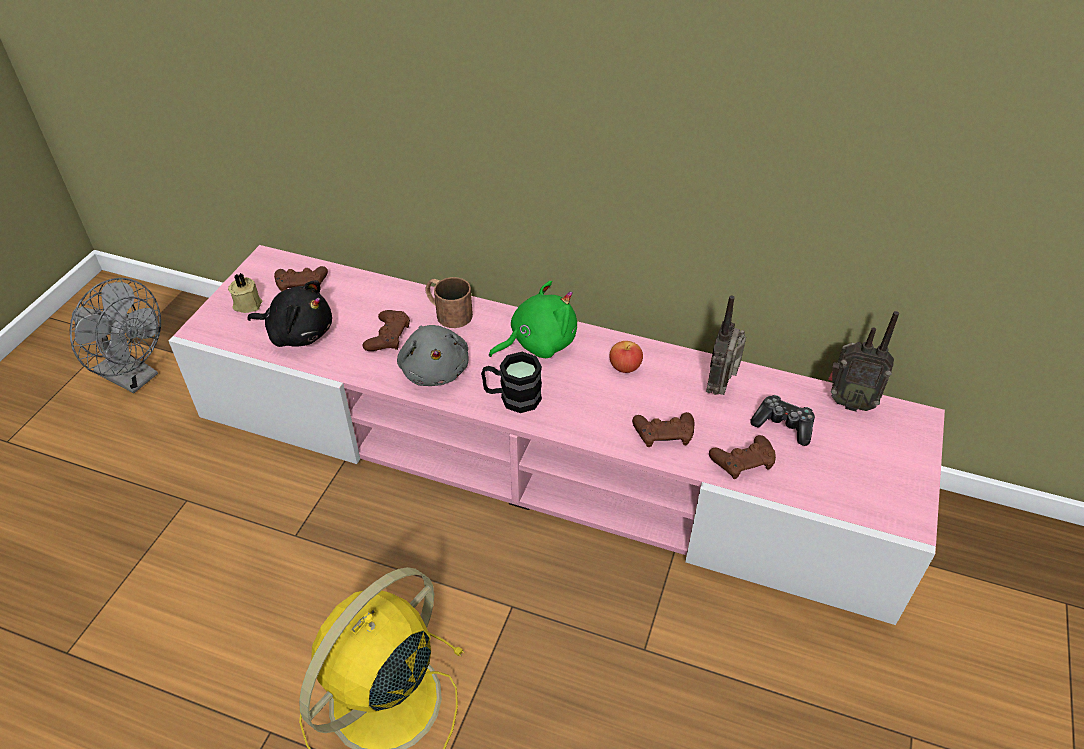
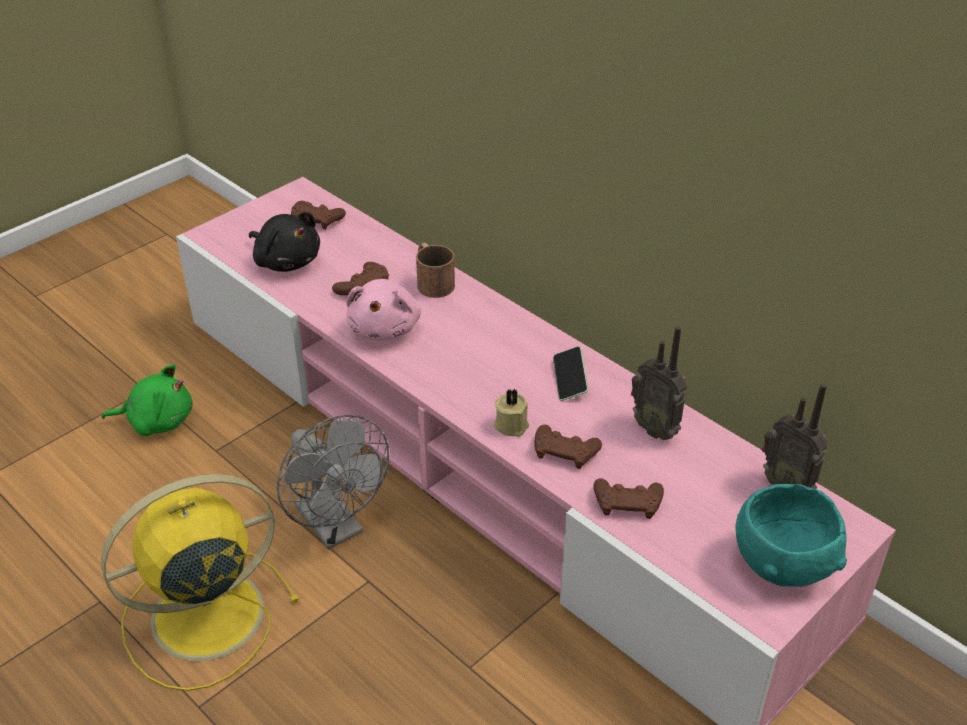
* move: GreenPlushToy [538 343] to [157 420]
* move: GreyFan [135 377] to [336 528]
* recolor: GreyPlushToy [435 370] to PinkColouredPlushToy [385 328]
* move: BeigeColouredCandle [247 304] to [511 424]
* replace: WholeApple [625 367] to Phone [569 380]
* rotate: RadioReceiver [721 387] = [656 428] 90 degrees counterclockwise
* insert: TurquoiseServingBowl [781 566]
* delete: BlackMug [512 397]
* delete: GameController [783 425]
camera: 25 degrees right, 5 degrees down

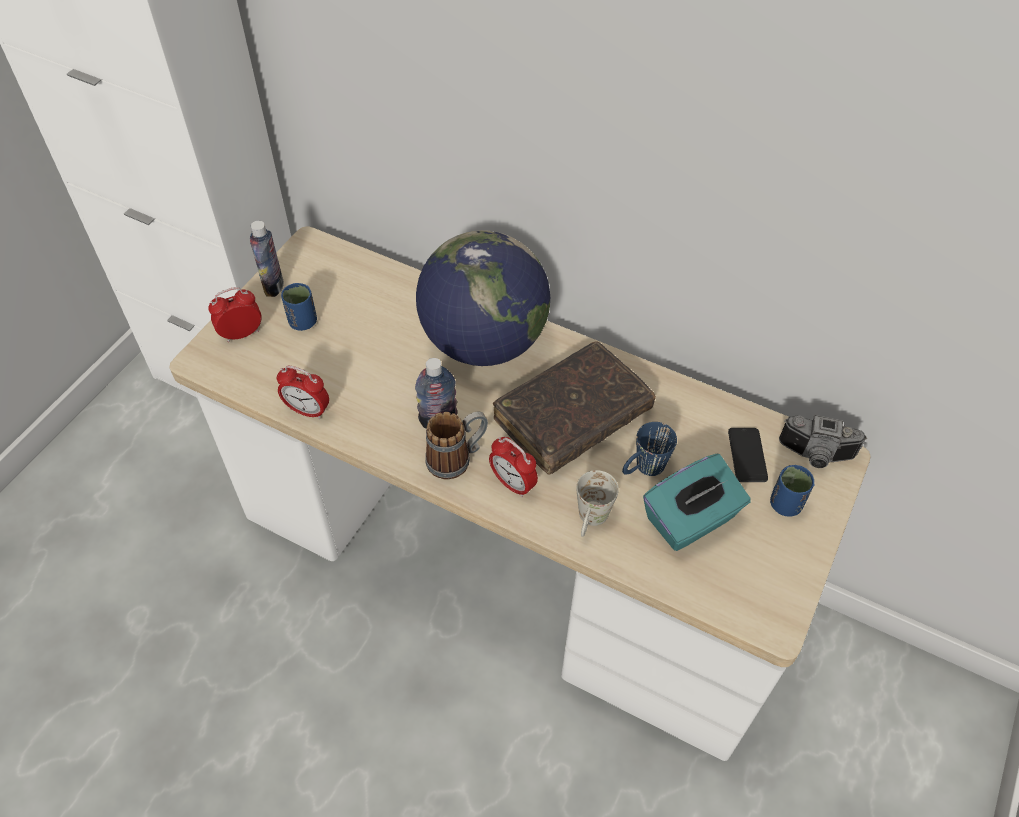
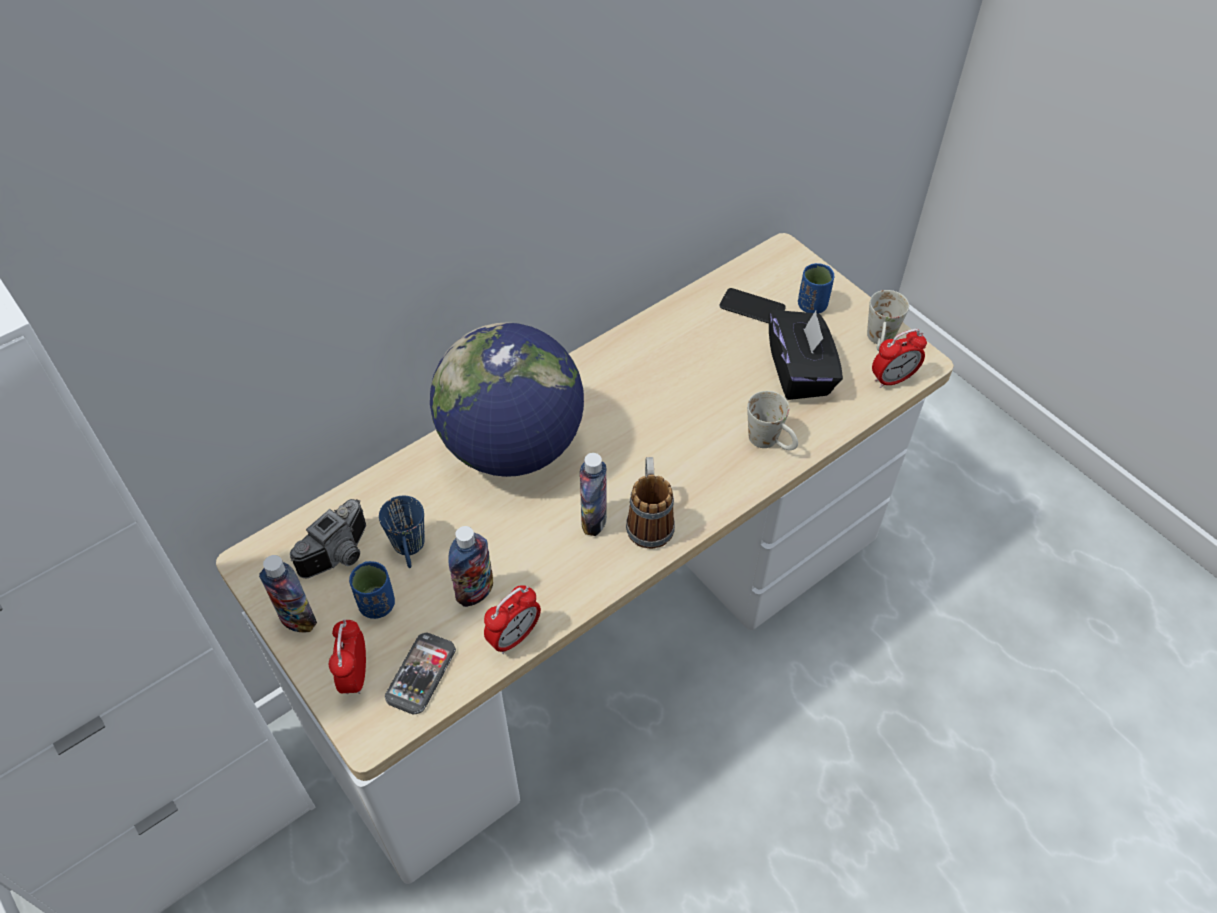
* move: PhotoCamera [815 457] to [341 556]
* move: BlueMug [643 469] to [410 551]
* insert: Phone [421 674]
* insert: BeverageBottle [475 591]
* recolor: TurquoiseTissueHolder [691 520] to BlackTissueHolder [800 372]
* insert: WhitishMug [880 342]
* move: AlarmClock [513 483] to [892 379]
* delete: BrownBoundBook [572 416]
camera: 65 degrees left, 0 degrees up

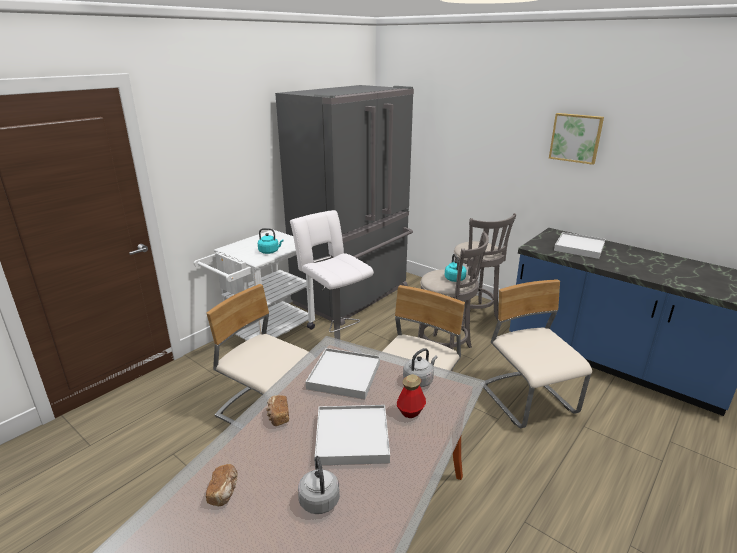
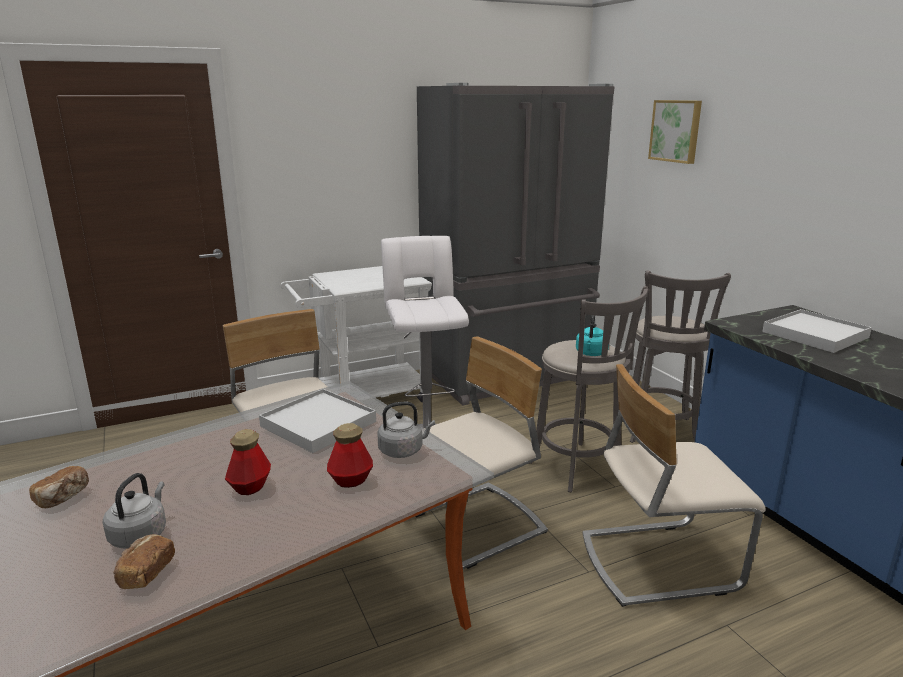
* move: Bread [278 416] to [145 573]
* replace: WhitishServingTray [352 437] to BeverageBottle [250 487]
* rotate: BeigeColouredUprightChair [528 400] = [657 561] 105 degrees counterclockwise
* move: Picture [576 138] to [676 131]
* delete: TurquoiseKettle [270 251]
camera: 25 degrees right, 5 degrees down

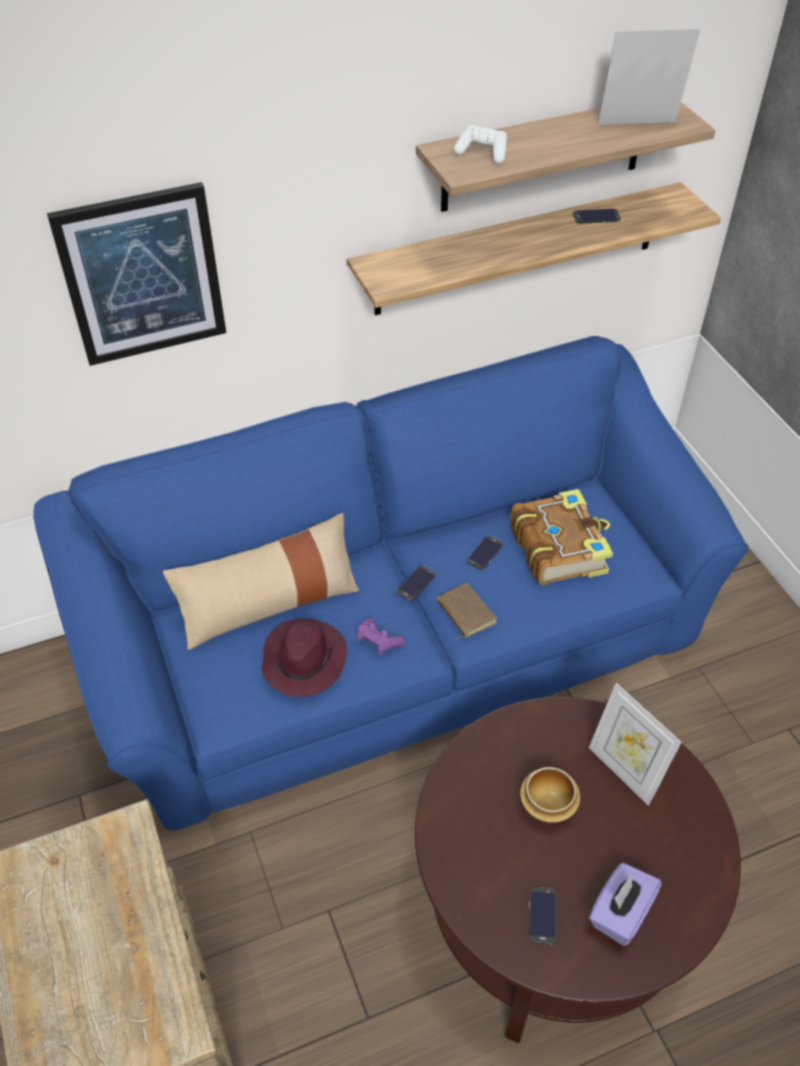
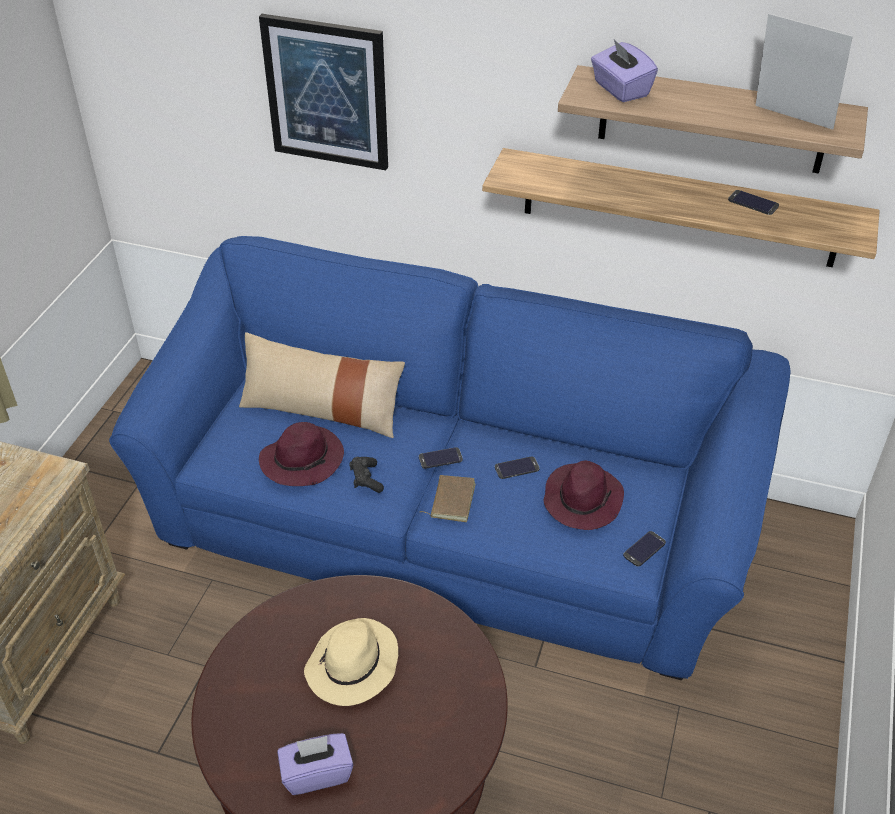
* replace: ServingBowl [549 806] to BeigeColouredWearableHat [352 667]
* recolor: PurpleColouredGameController [378 641] to BlackGameController [366 479]
* replace: BoundBook [558 547] to PurpleColouredWearableHat [582 499]
* replace: WhitishGameController [482 153] to PurpleColouredTissueHolder [620 89]
* move: Phone [542 915] to [644 549]
* delete: PhotoFrame [624 771]
camera: 40 degrees right, 5 degrees down

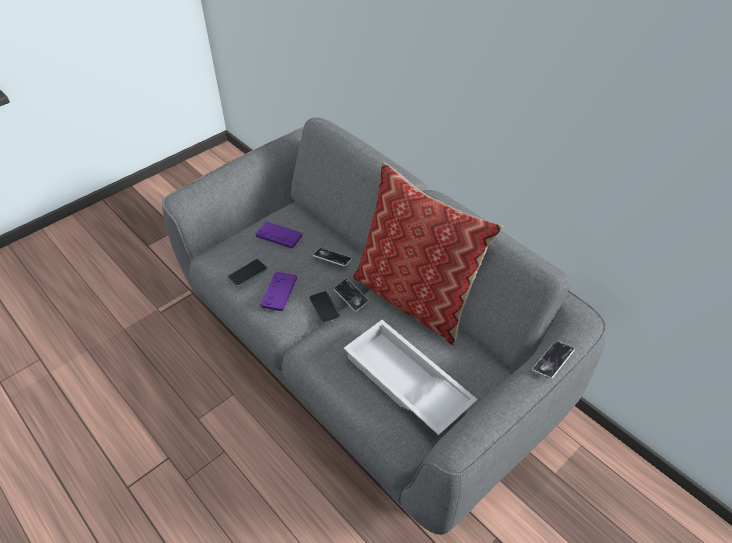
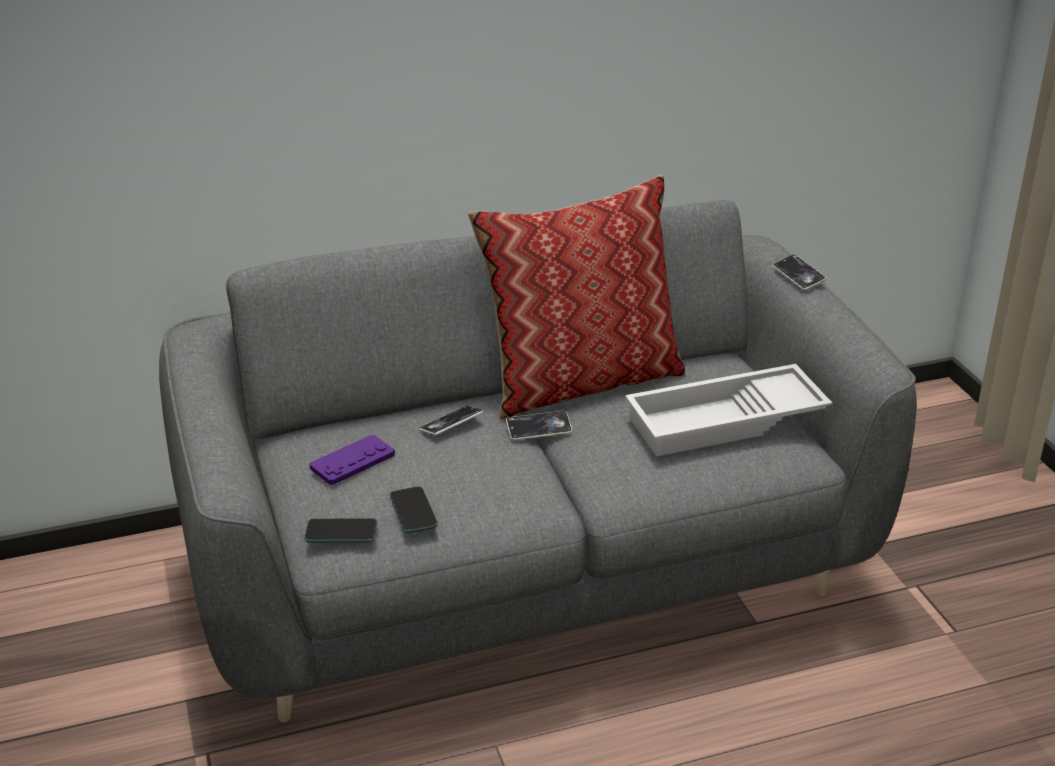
* move: Phone [324 308] to [341 532]
* delete: PurpleColouredGameController [279 292]
camera: 65 degrees left, 15 degrees down

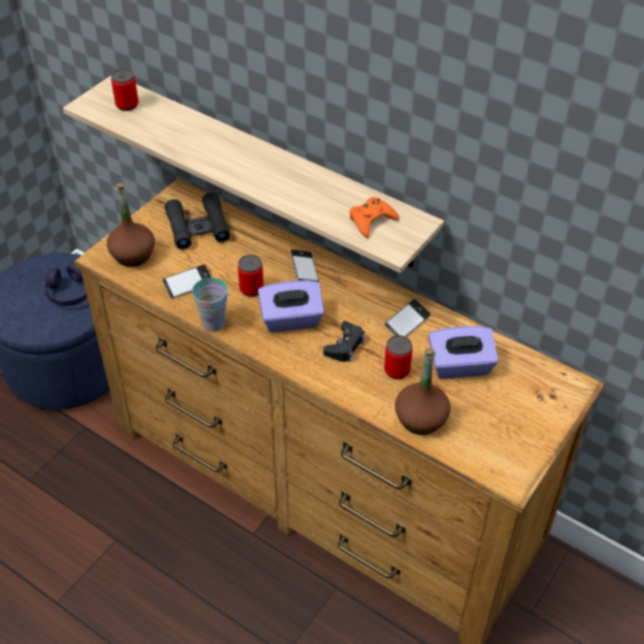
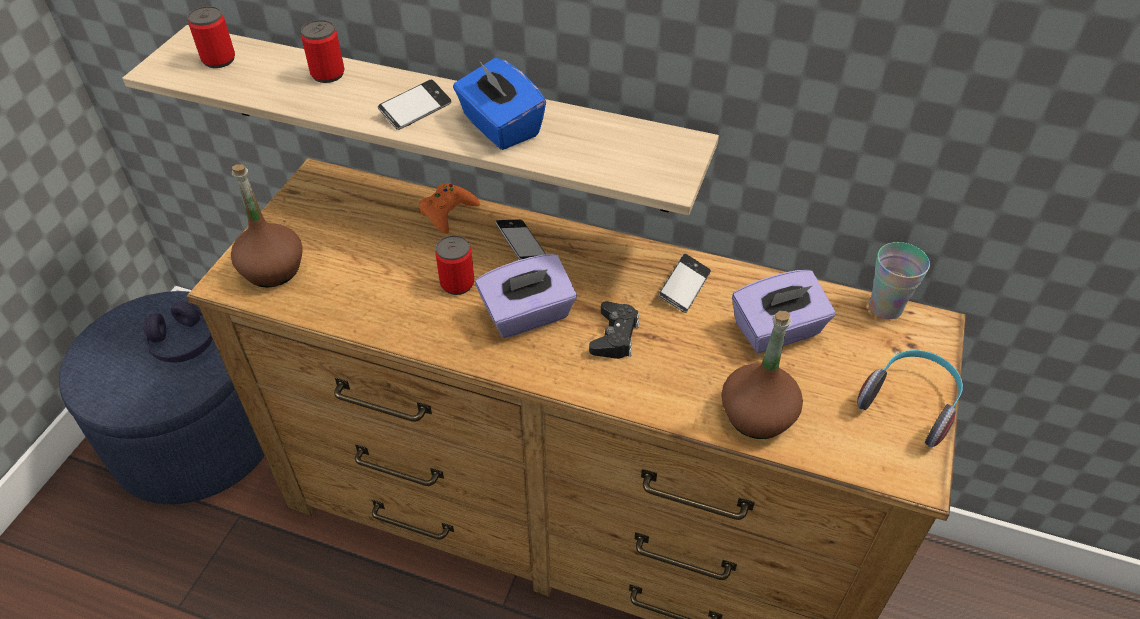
* move: MetalCan [397 370] to [328 74]
* move: Phone [188 284] to [415 110]
* move: OrangeyGameController [371 220] to [447 212]
* insert: BlueTissueHolder [500 127]
* insert: PairOfHeadphones [911 403]
* move: Cup [213 323] to [885 307]
* delete: BlackPairOfBinoculars [198 227]
camera: 15 degrees left, 0 degrees up

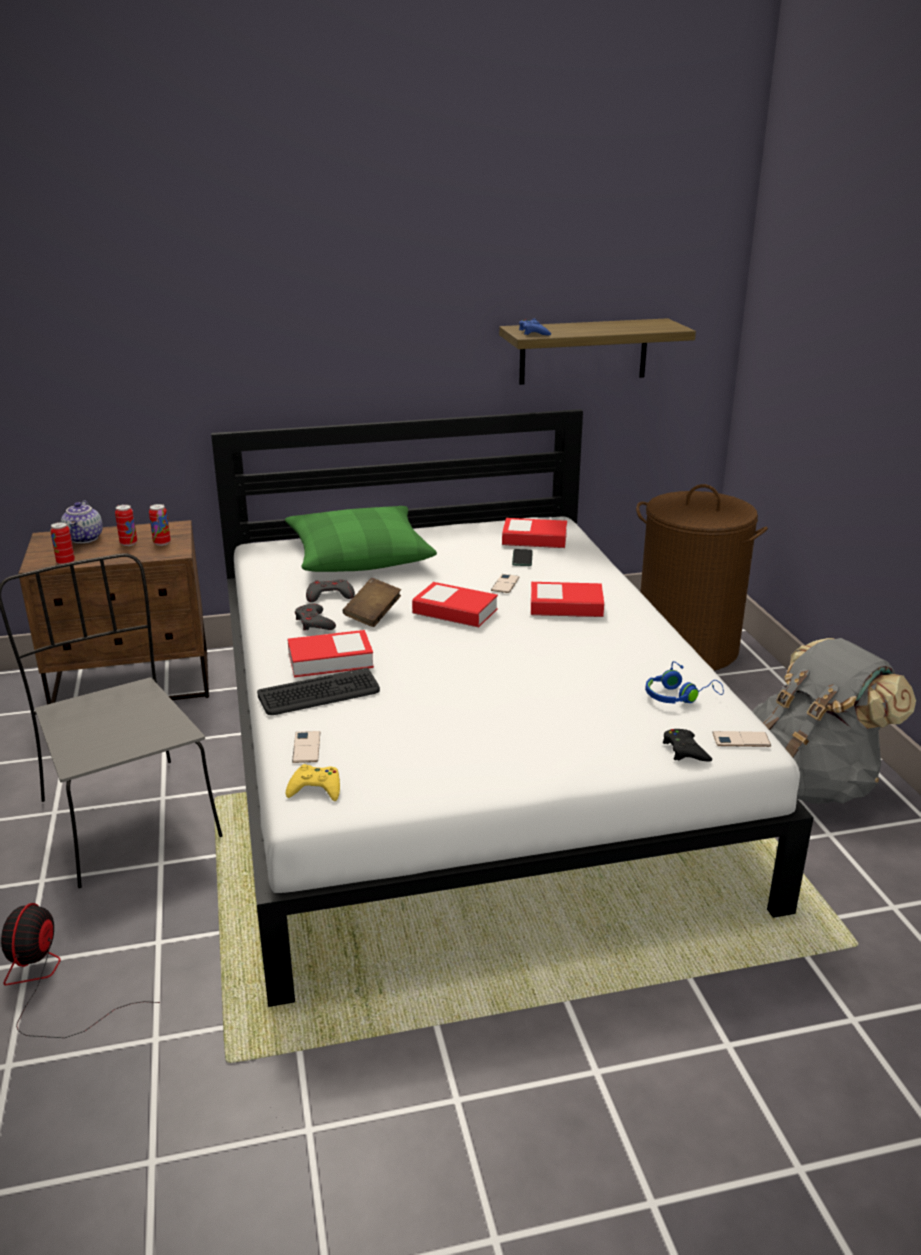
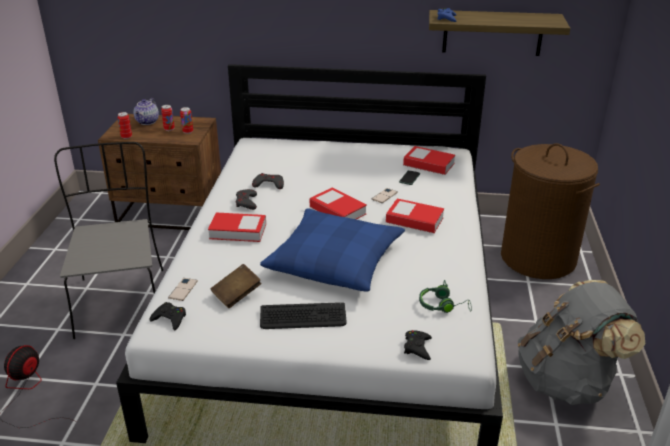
* recolor: YellowGameController [316 788] to BlackGameController [170 319]
* move: BrownBoundBook [373 615] to [236 295]
* insert: BlueCushion [335 261]
* move: Keyboard [319 694] to [303 317]
* recolor: BluePairOfHeadphones [679 696] to GreenPairOfHeadphones [443 305]
* delete: GreenCushion [359 554]
* delete: Phone [741 740]
camera: 20 degrees right, 5 degrees up

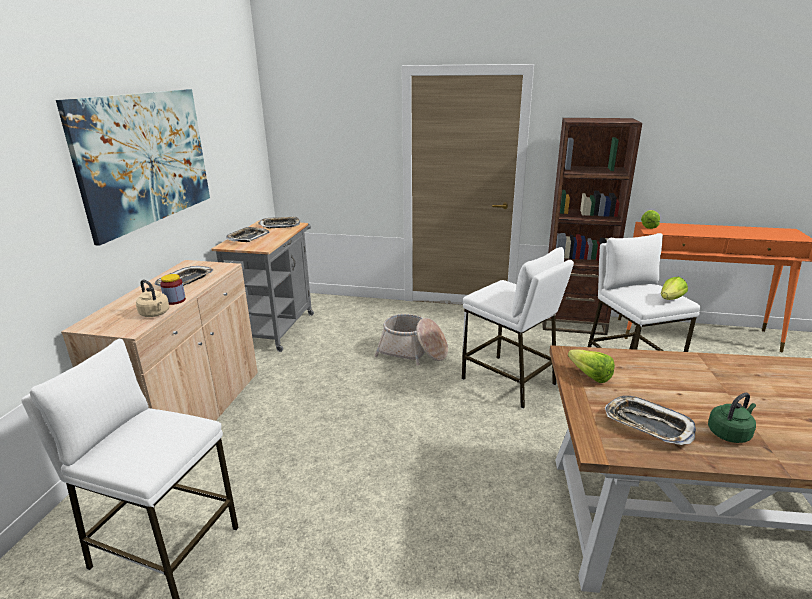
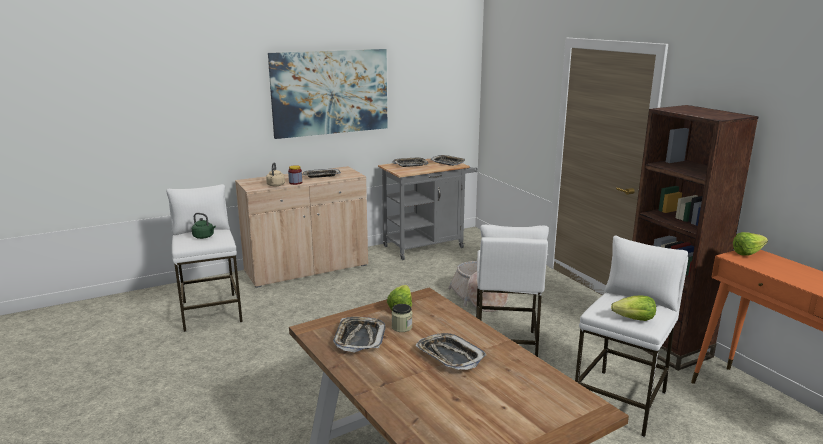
* move: GreenKettle [729 433] to [204 237]
* insert: Jar [402 327]
* insert: ServingTray [449 356]
camera: 50 degrees right, 5 degrees down

